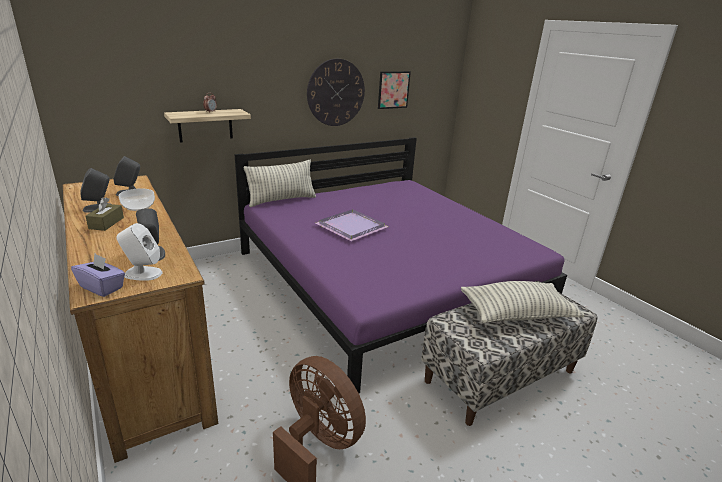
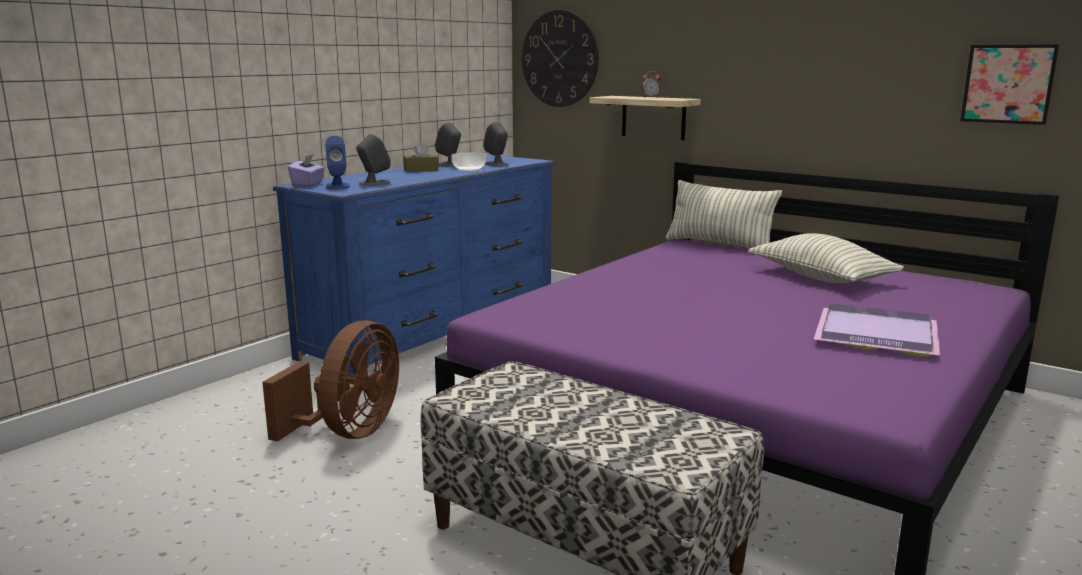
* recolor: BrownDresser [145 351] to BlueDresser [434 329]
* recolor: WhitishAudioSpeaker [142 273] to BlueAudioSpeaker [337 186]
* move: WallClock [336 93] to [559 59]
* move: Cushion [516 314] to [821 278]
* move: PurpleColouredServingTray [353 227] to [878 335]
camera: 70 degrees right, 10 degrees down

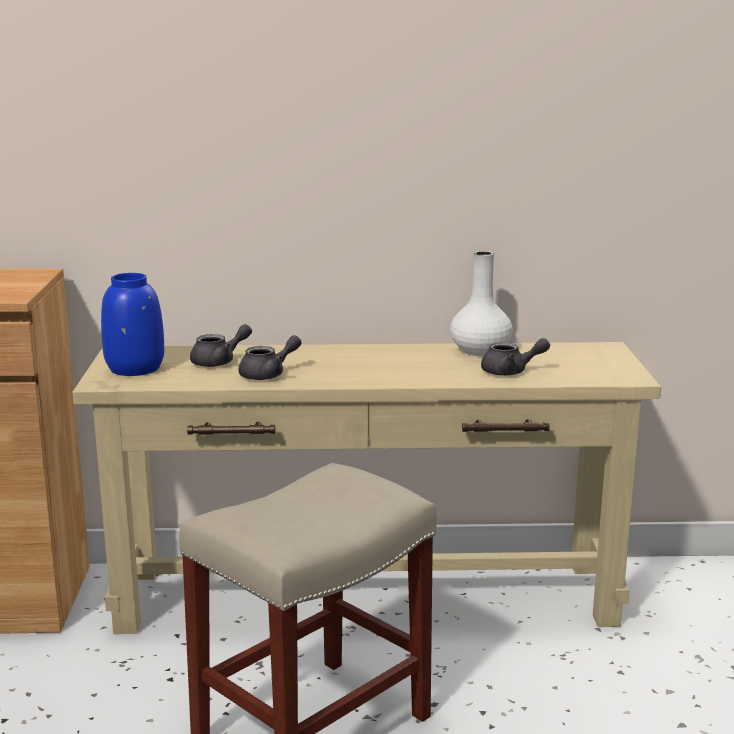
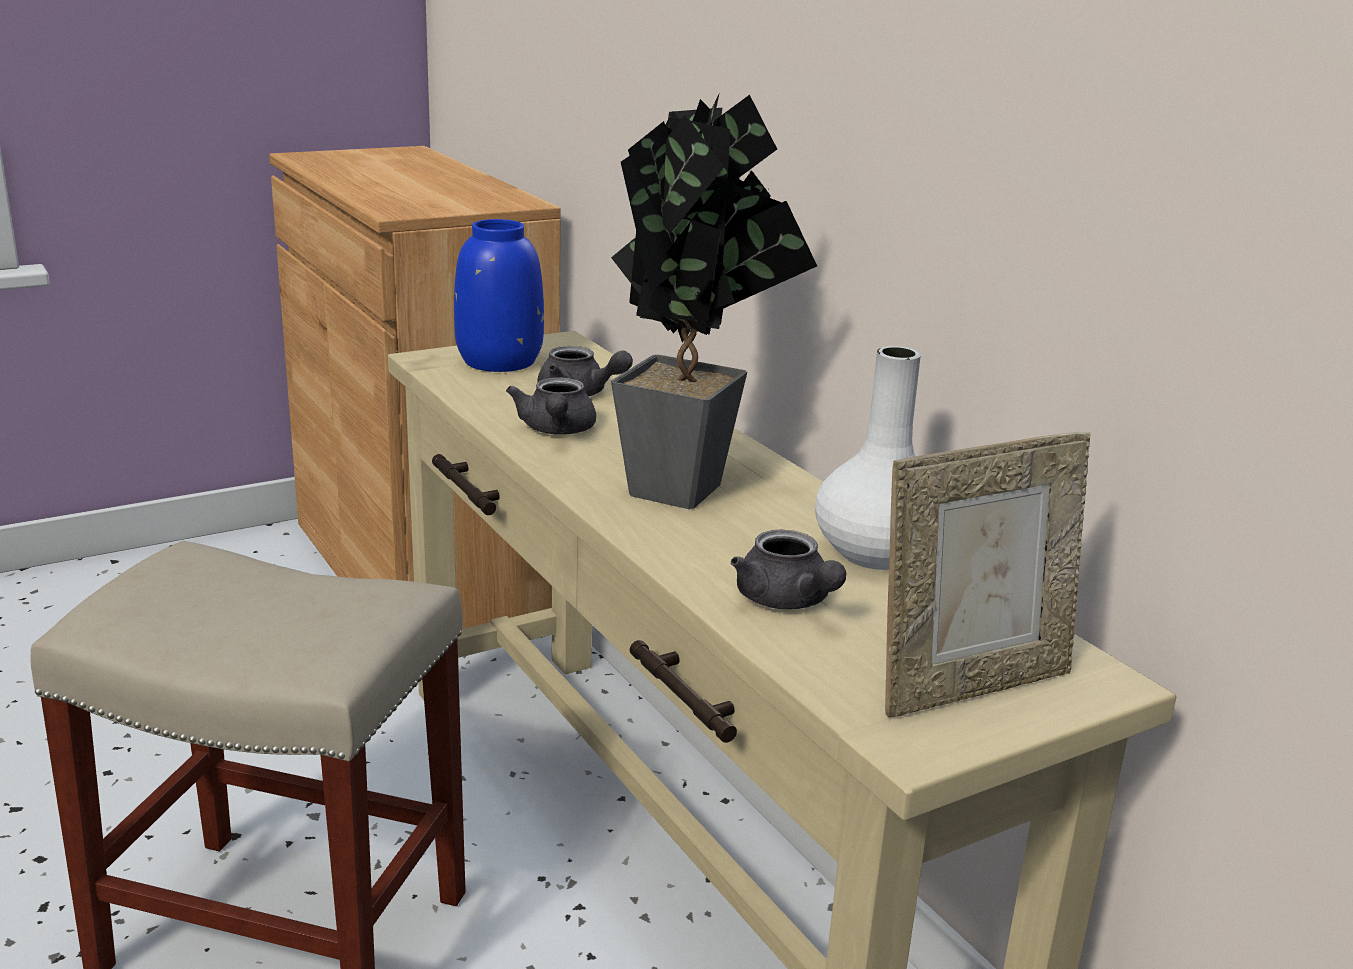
* rotate: GreyTeaPot [268 374] = [556 431] 60 degrees clockwise
* insert: PottedPlant [689 485]
* insert: PhotoFrame [971 685]
camera: 60 degrees right, 5 degrees up

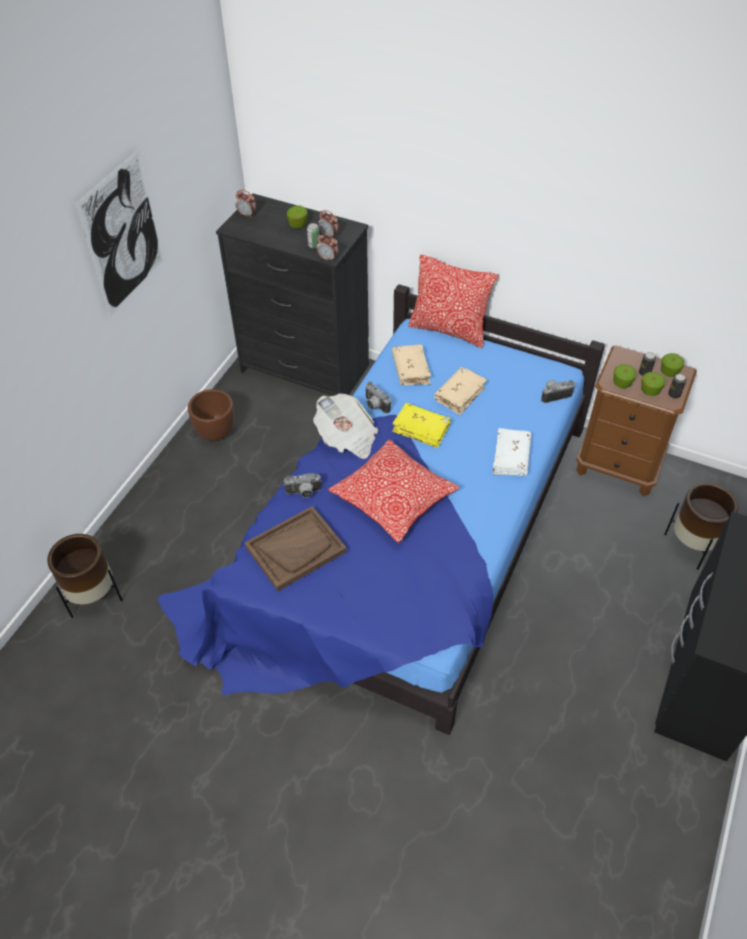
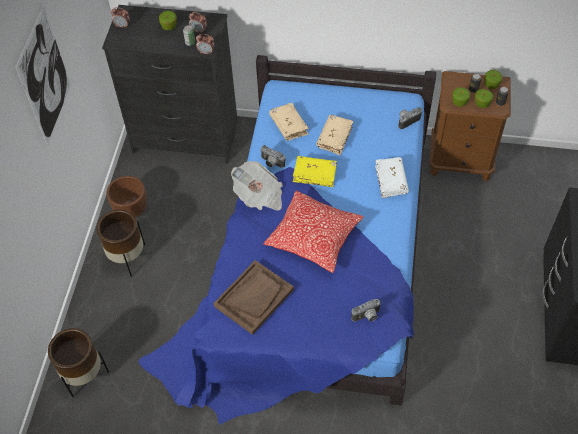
* move: BrownPlantPot [691 546] to [127 258]
* move: PhotoCamera [303 493] to [367 317]
* delete: Cushion [449 330]
camera: 15 degrees left, 5 degrees up

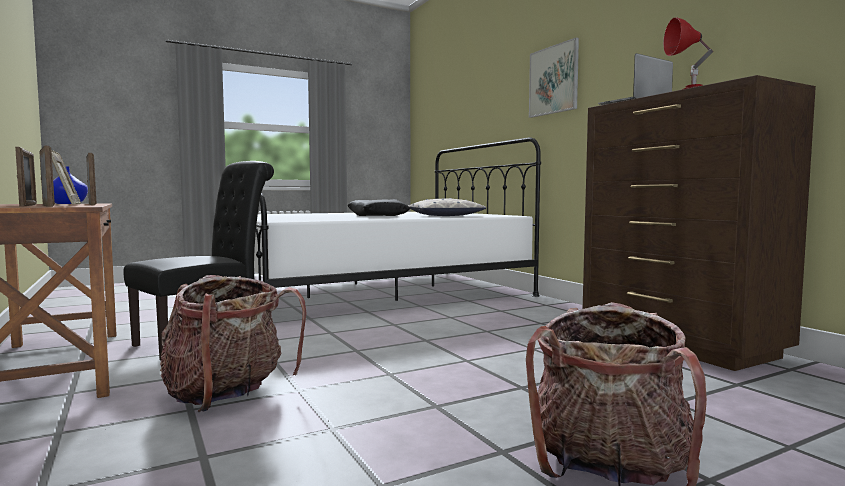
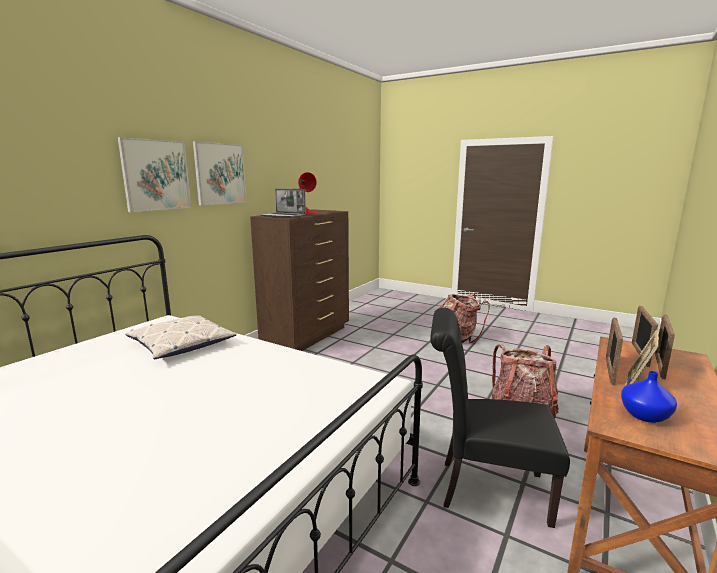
* insert: Picture [220 173]
* delete: BlackCushion [377 216]
camera: 120 degrees left, 10 degrees up

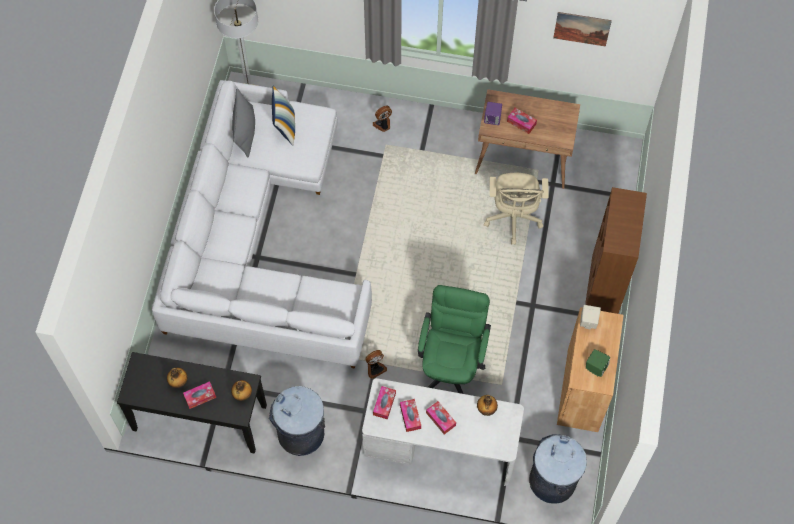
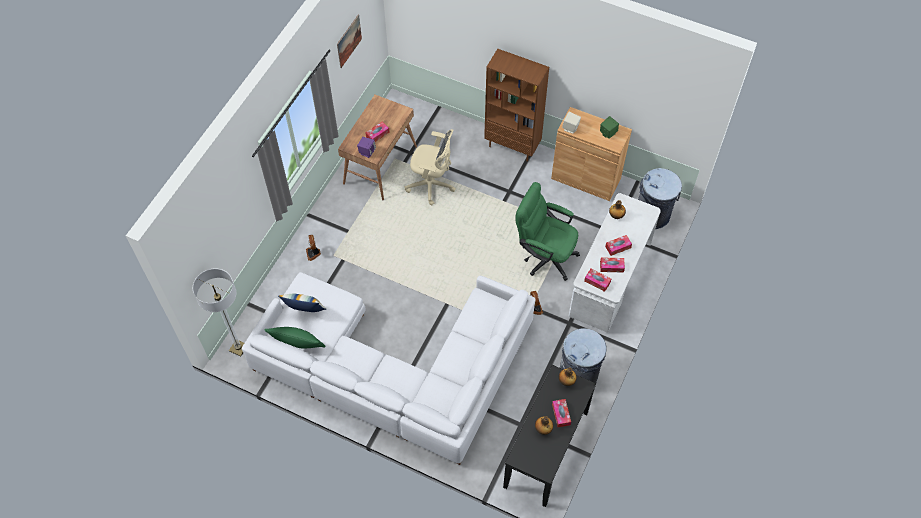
* recolor: GreyCushion [245 131] to GreenCushion [297 343]
camera: 75 degrees left, 5 degrees down

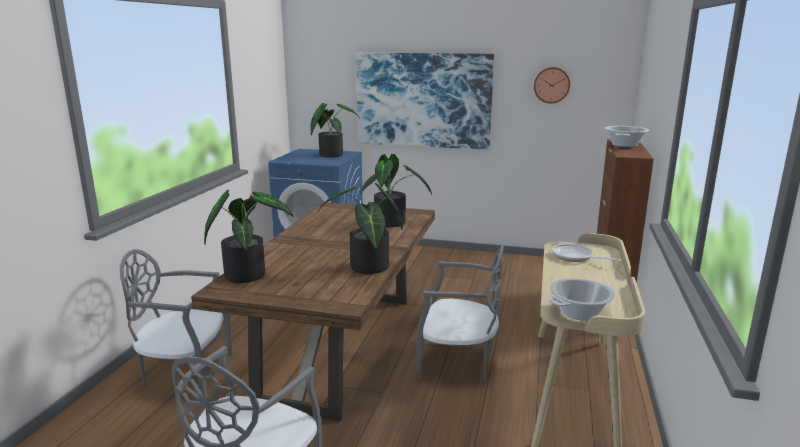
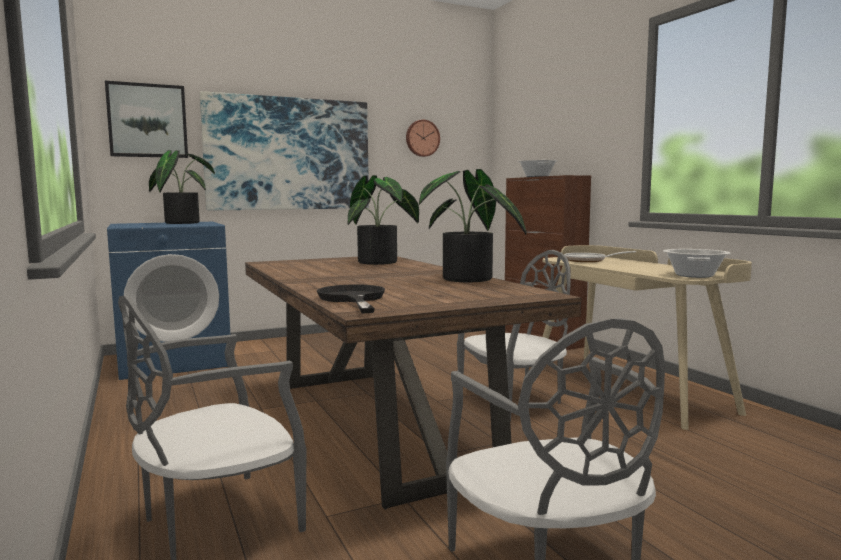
* insert: Picture [147 121]
* replace: PottedPlant [248 273] to BlackFryingPan [352 299]
camera: 40 degrees left, 10 degrees down

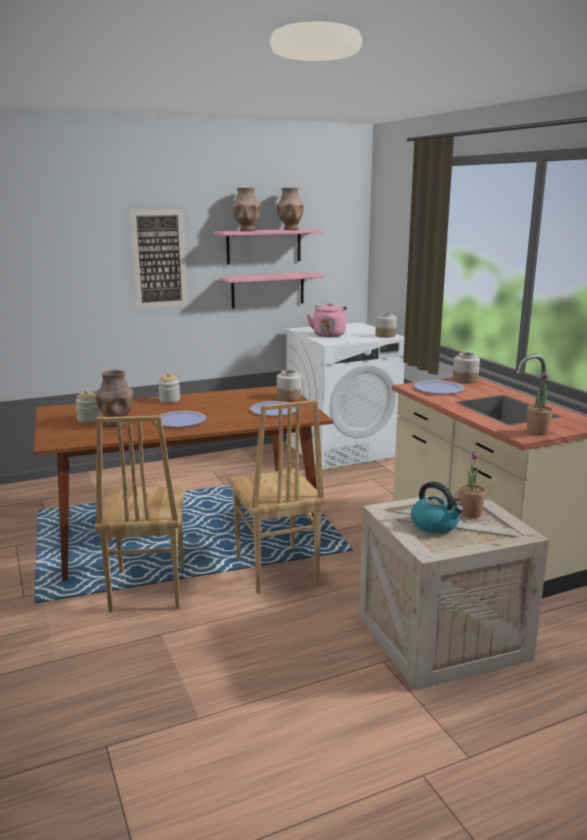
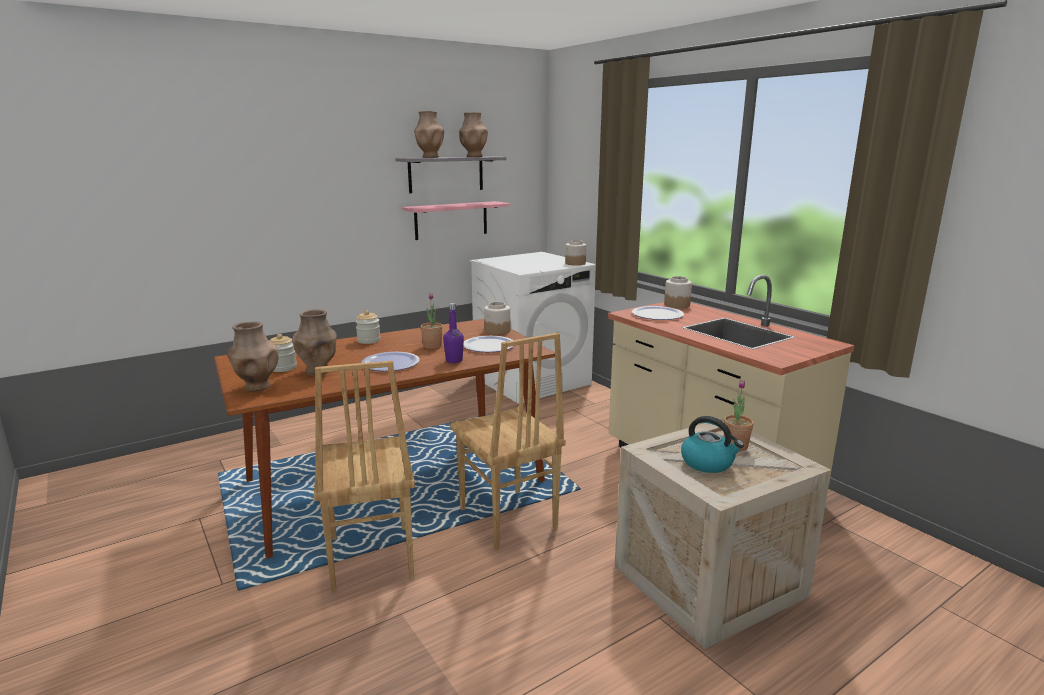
* insert: BrownFlowerVase [257 387]
* recolor: PinkColouredWallShelf [264 246] to GreyWallShelf [446 174]
* move: PottedPlant [537 432] to [432 346]
* insert: PurpleColouredBeverageBottle [454 360]
* delete: Picture [159 259]
* delete: PinkColouredKettle [329 334]
camera: 10 degrees left, 0 degrees up

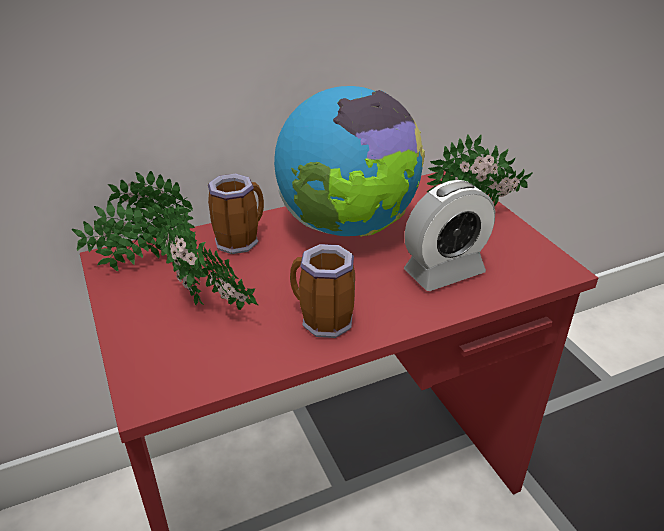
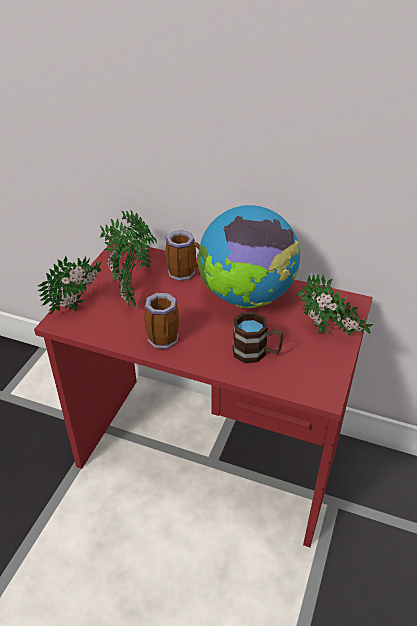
* insert: PottedPlant [78 305]
* replace: AlarmClock [444 272] to BrownMug [256 353]
camera: 45 degrees right, 5 degrees up

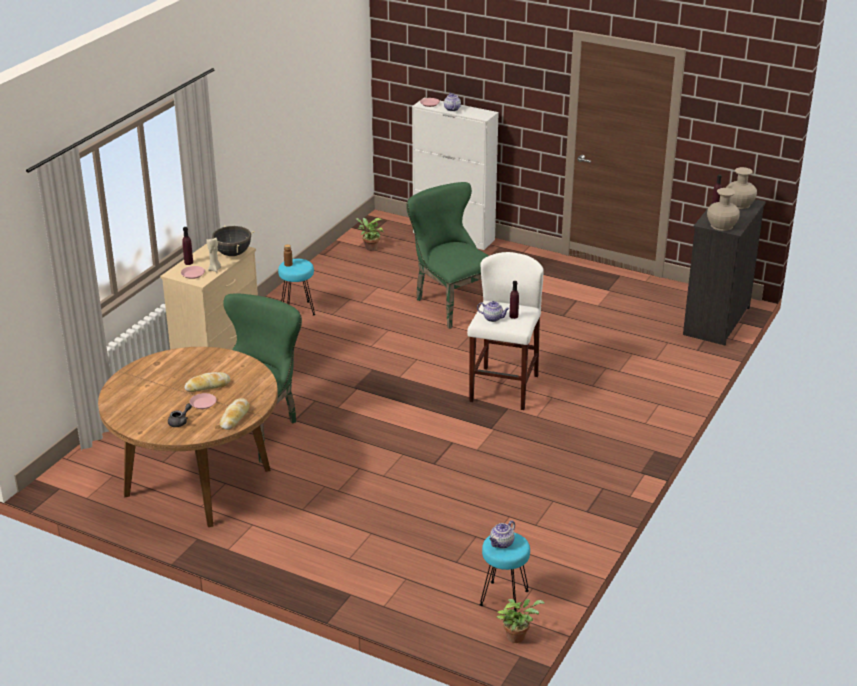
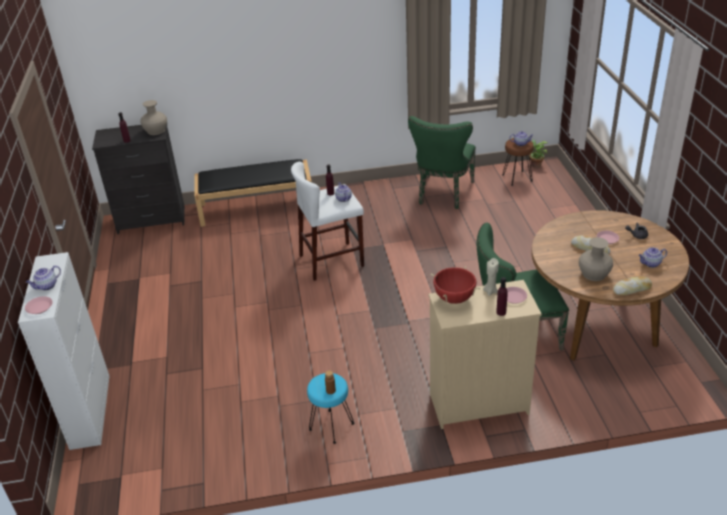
* insert: BlackLongSeat [257 207]
* move: GreenUprightChair [451 303] to [443 195]
* recolor: BlackStockpot [233 254] to ReddishStockpot [454 298]
* recolor: TurquoiseSittingStool [504 597] to BrownSittingStool [516 178]
* move: BeigeColouredFlowerVase [739 204] to [594 274]
* move: Bread [235 417] to [632 289]
* insert: TeaPot [650 264]
* delete: PottedPlant [369 248]
camera: 125 degrees left, 5 degrees up

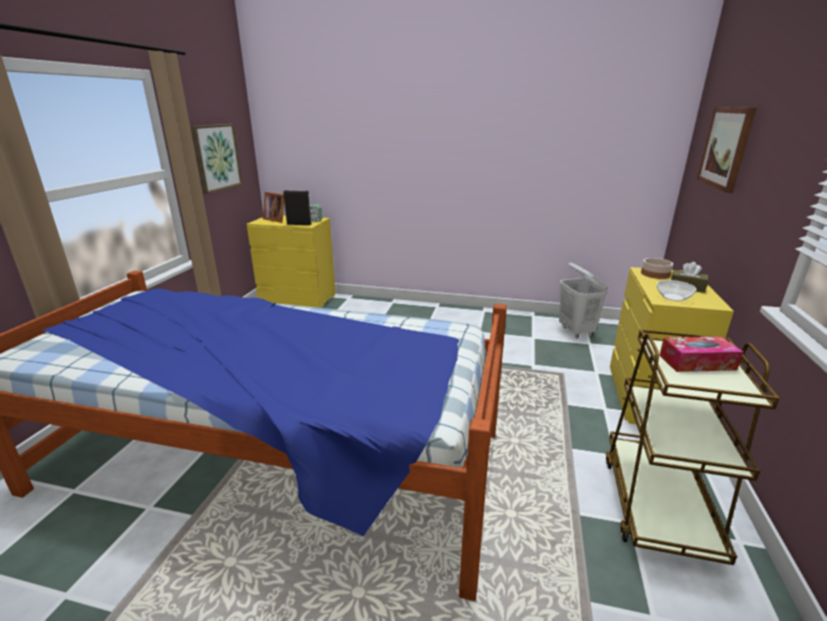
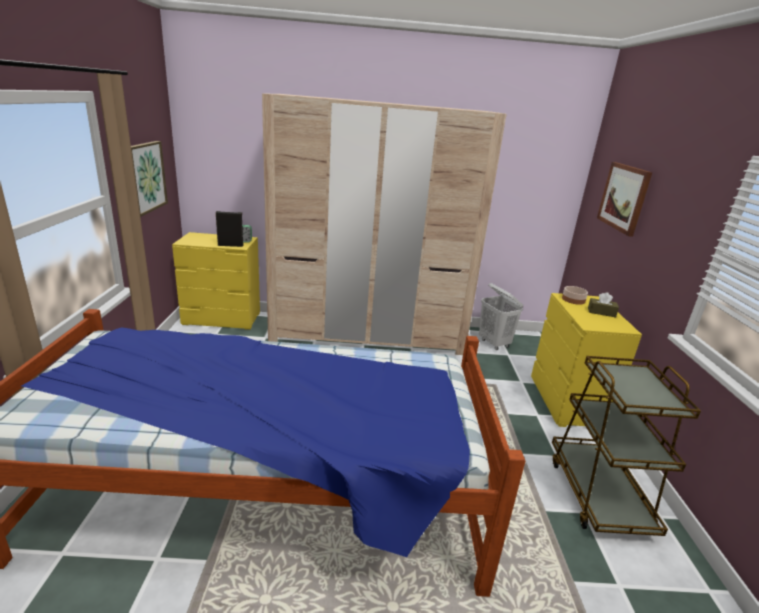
* insert: BeigeColouredArmoire [368 334]
* delete: PhotoFrame [276 219]
* delete: ServingBowl [674 297]
* delete: TissueHolder [697 362]
camera: 15 degrees left, 0 degrees up

